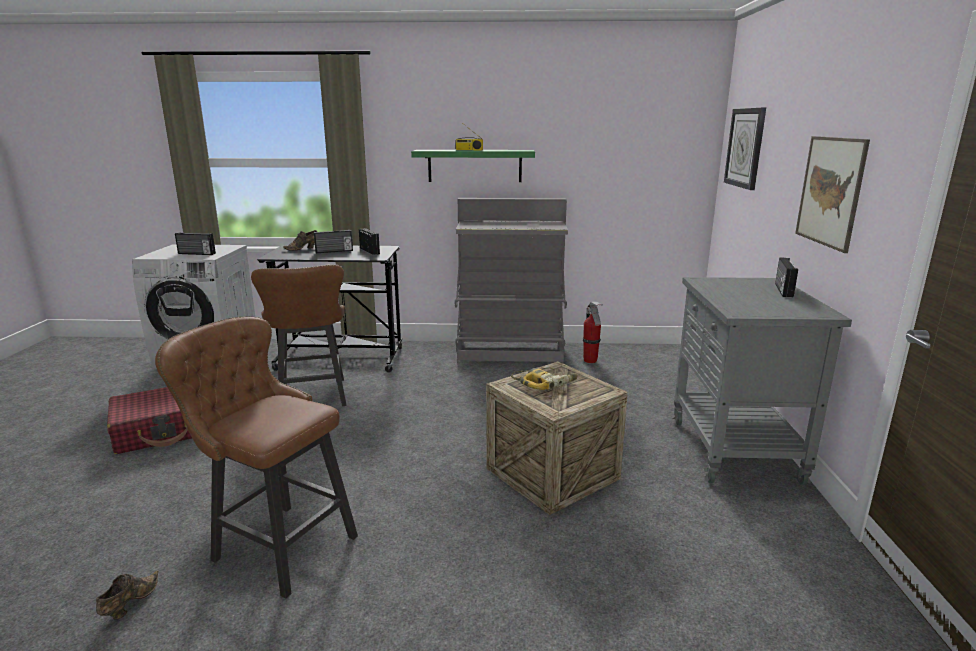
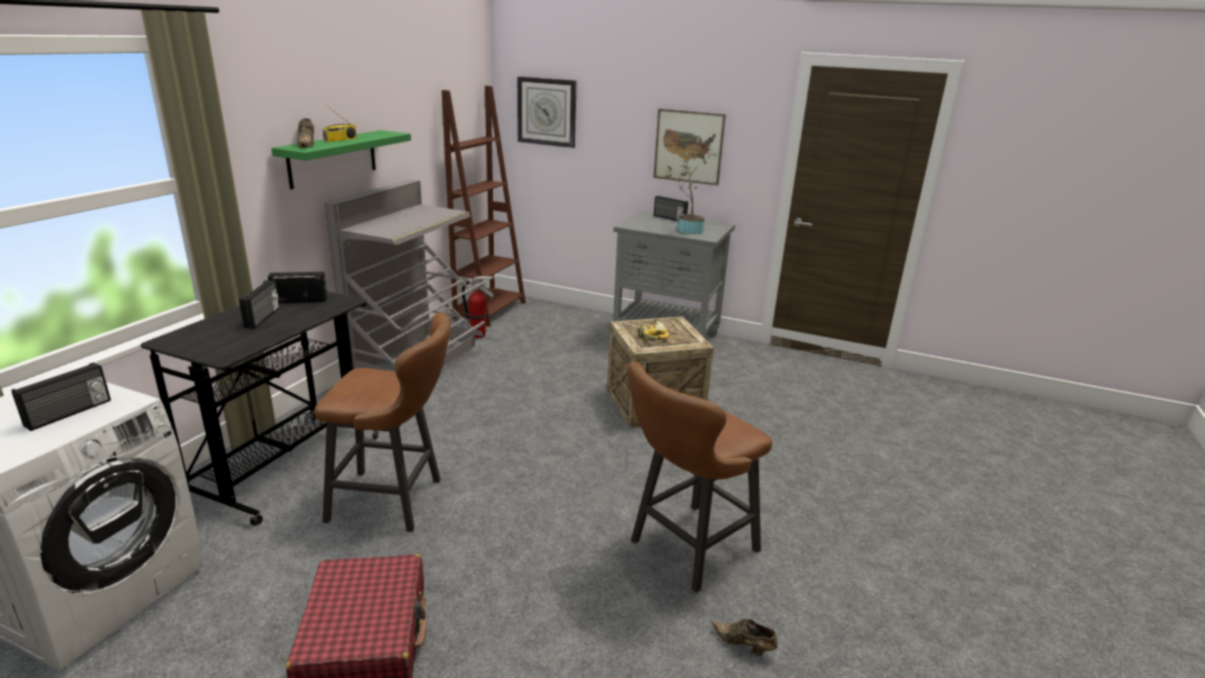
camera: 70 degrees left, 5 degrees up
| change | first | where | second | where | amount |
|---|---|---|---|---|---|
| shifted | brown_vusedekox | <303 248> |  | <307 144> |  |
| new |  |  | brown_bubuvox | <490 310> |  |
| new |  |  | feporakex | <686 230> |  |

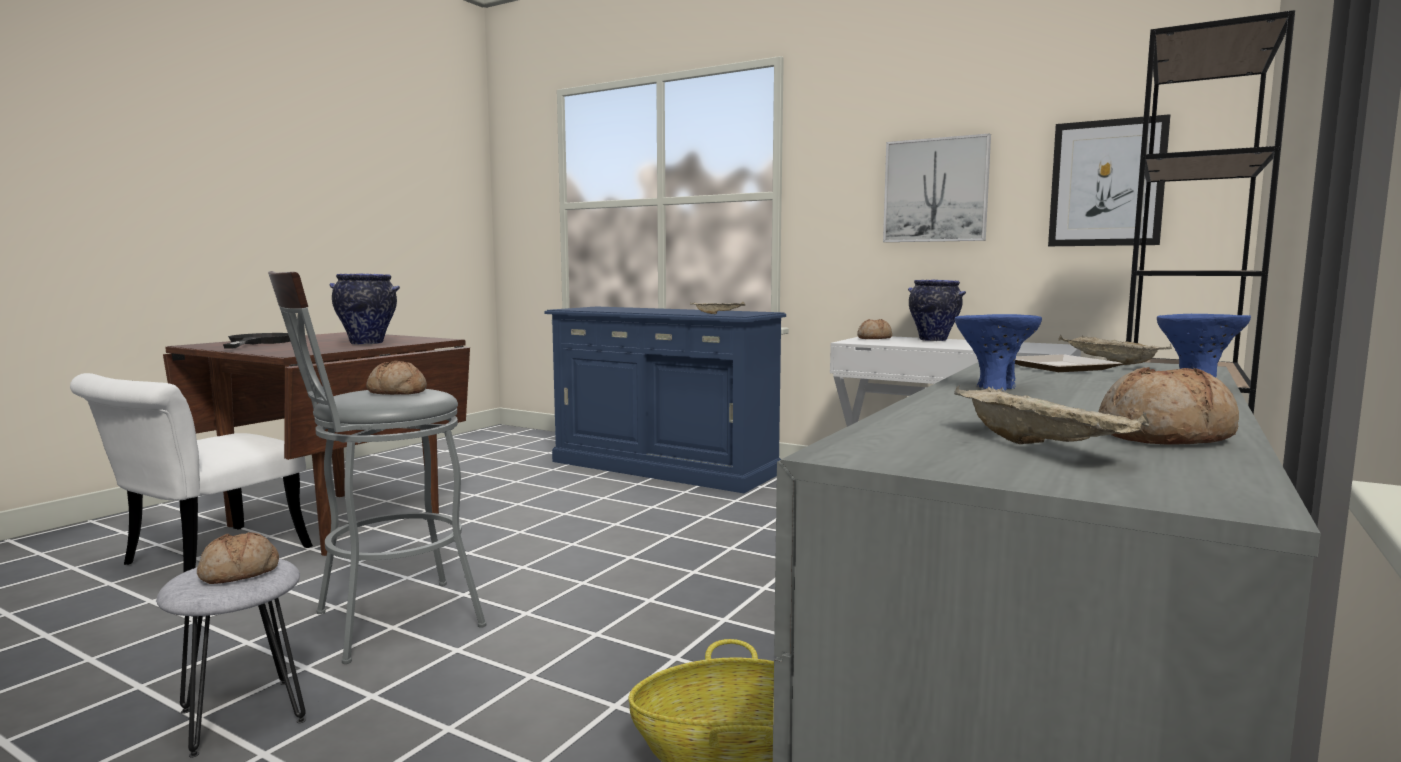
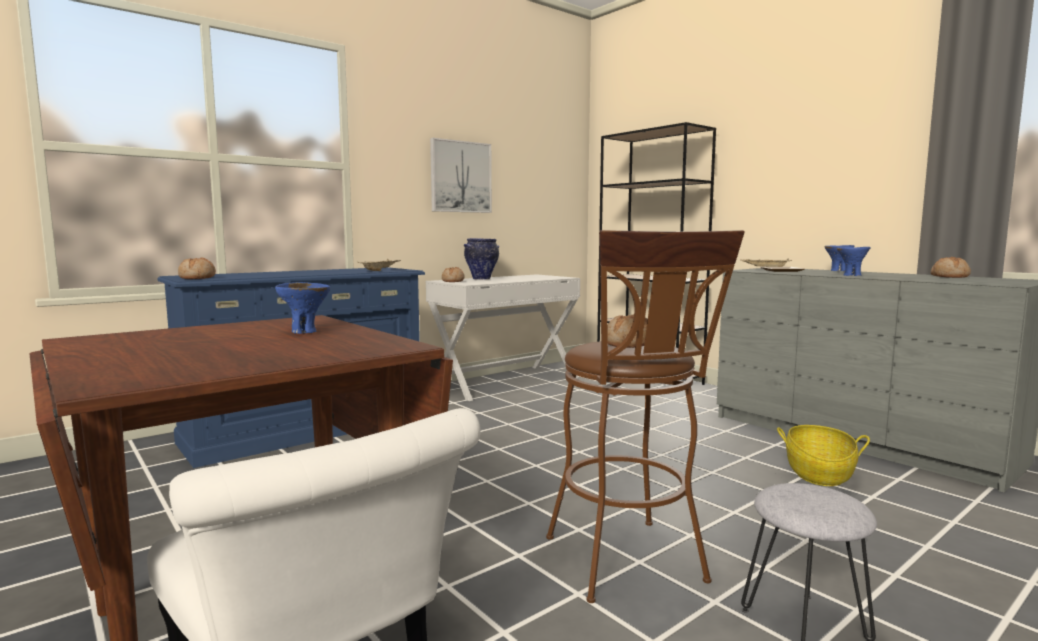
camera: 70 degrees left, 0 degrees up
| change | first | where | second | where | amount |
|---|---|---|---|---|---|
| gone | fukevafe | <1107 183> |  |  |  |
| repainted | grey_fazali | <383 623> | brown_fazali | <630 565> |  |
| swapped | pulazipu | <368 343> | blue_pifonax | <304 331> |  |
| gone | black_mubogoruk | <258 343> |  |  |  |
| gone | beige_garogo | <1042 446> |  |  |  |
| shifted | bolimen | <238 573> |  | <198 278> |  |

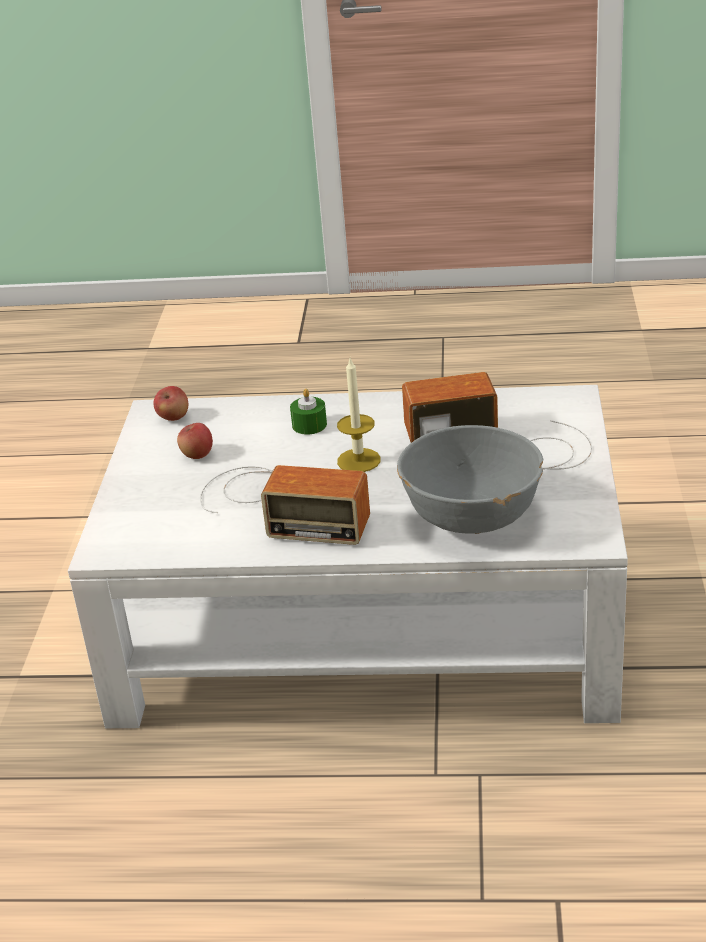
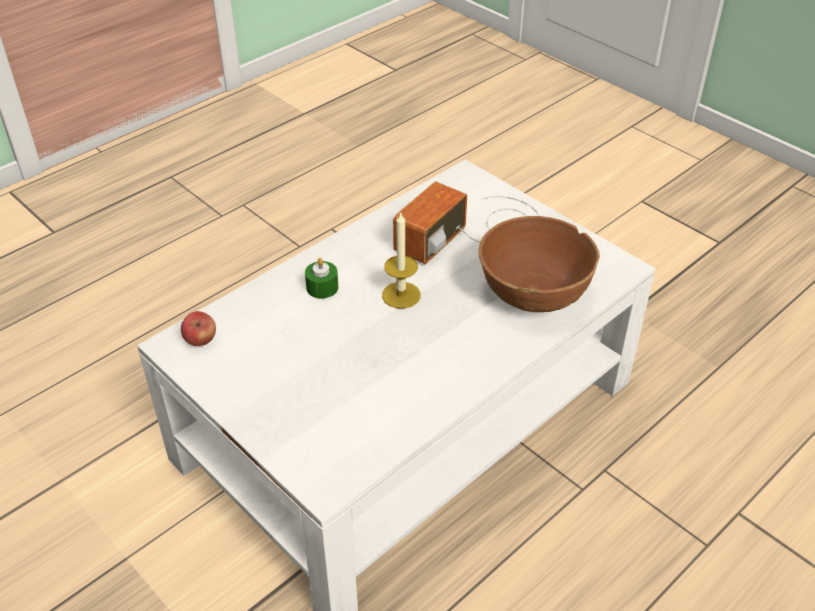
camera: 50 degrees left, 10 degrees up
| change | first | where | second | where | amount |
|---|---|---|---|---|---|
| gone | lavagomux | <197 455> |  |  |  |
| repainted | grey_pifonax | <472 515> | brown_pifonax | <534 292> |  |
| gone | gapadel | <280 505> |  |  |  |

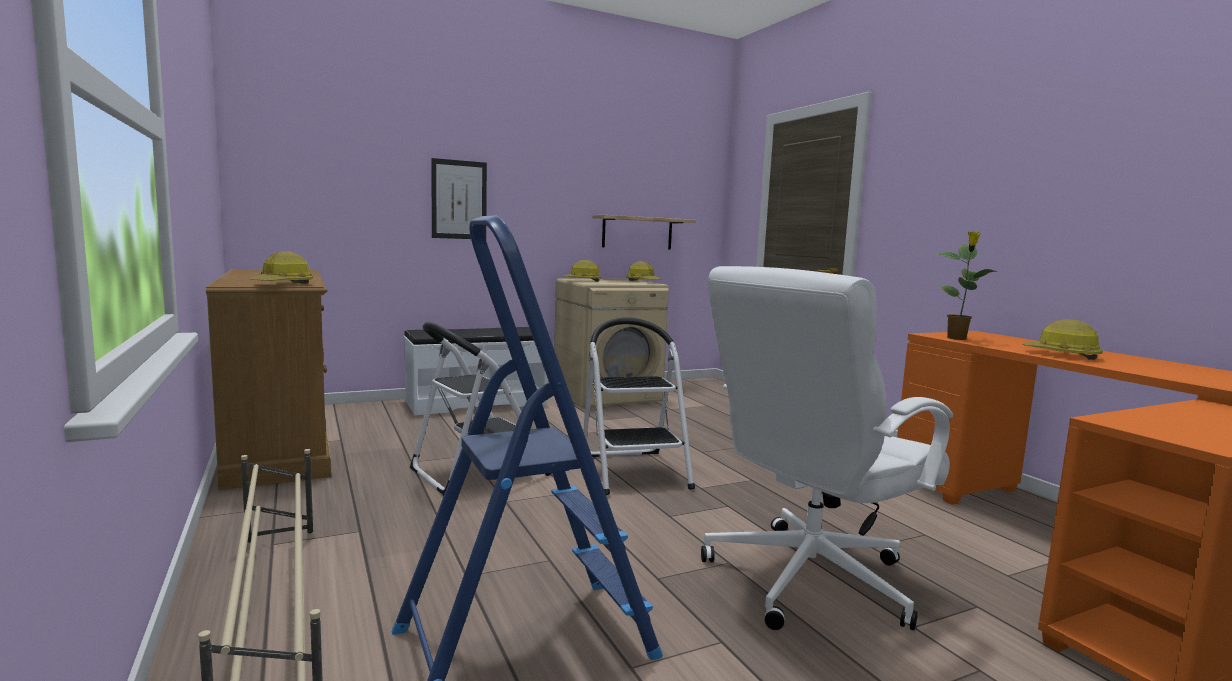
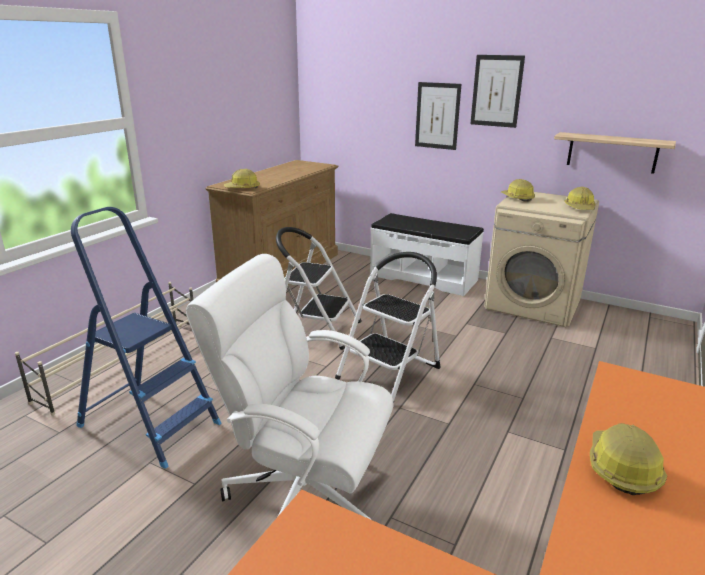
camera: 55 degrees right, 15 degrees up
| change | first | where | second | where | amount |
|---|---|---|---|---|---|
| gone | feporakex | <957 338> |  |  |  |
| new |  |  | fukevafe | <496 91> |  |

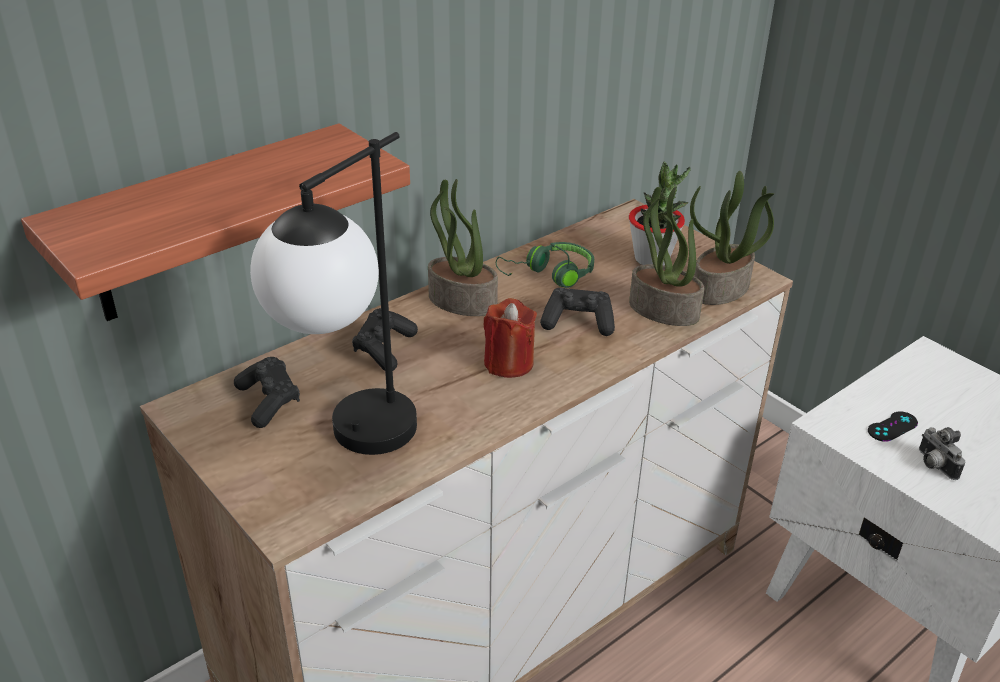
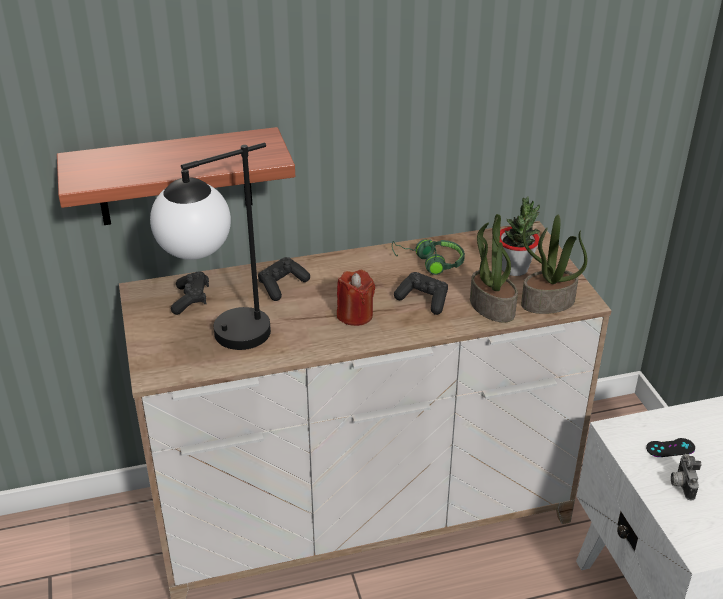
camera: 25 degrees right, 0 degrees up
| change | first | where | second | where | amount |
|---|---|---|---|---|---|
| gone | feporakex | <461 302> |  |  |  |

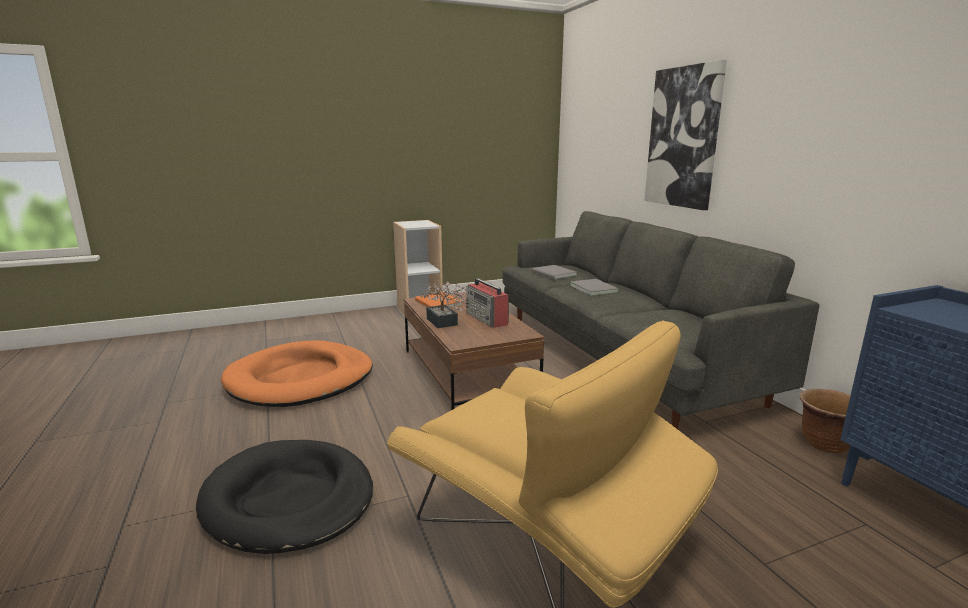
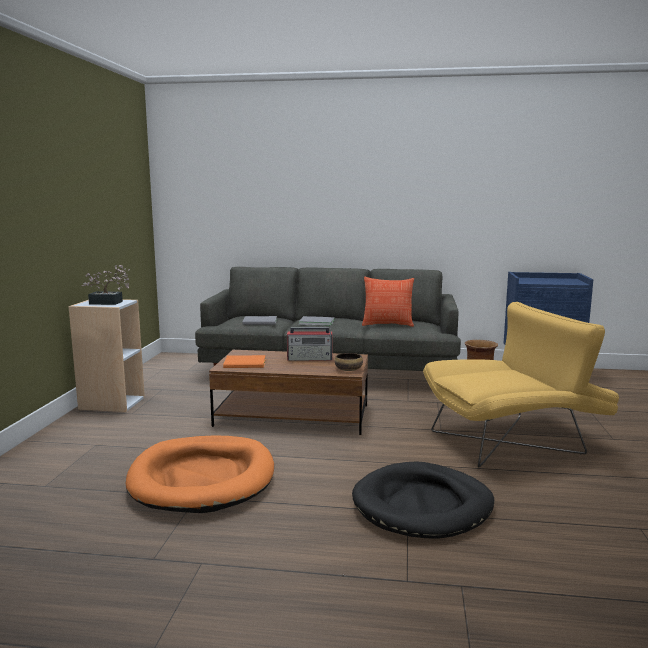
camera: 60 degrees left, 5 degrees down
| change | first | where | second | where | amount |
|---|---|---|---|---|---|
| gone | fukevafe | <683 138> |  |  |  |
| shifted | feporakex | <443 323> |  | <109 303> |  |
| new |  |  | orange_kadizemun | <387 325> |  |
| new |  |  | pifonax | <348 370> |  |

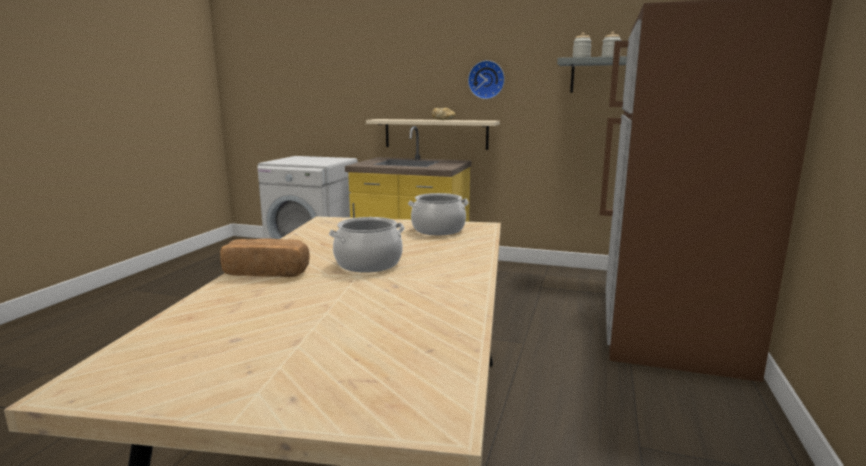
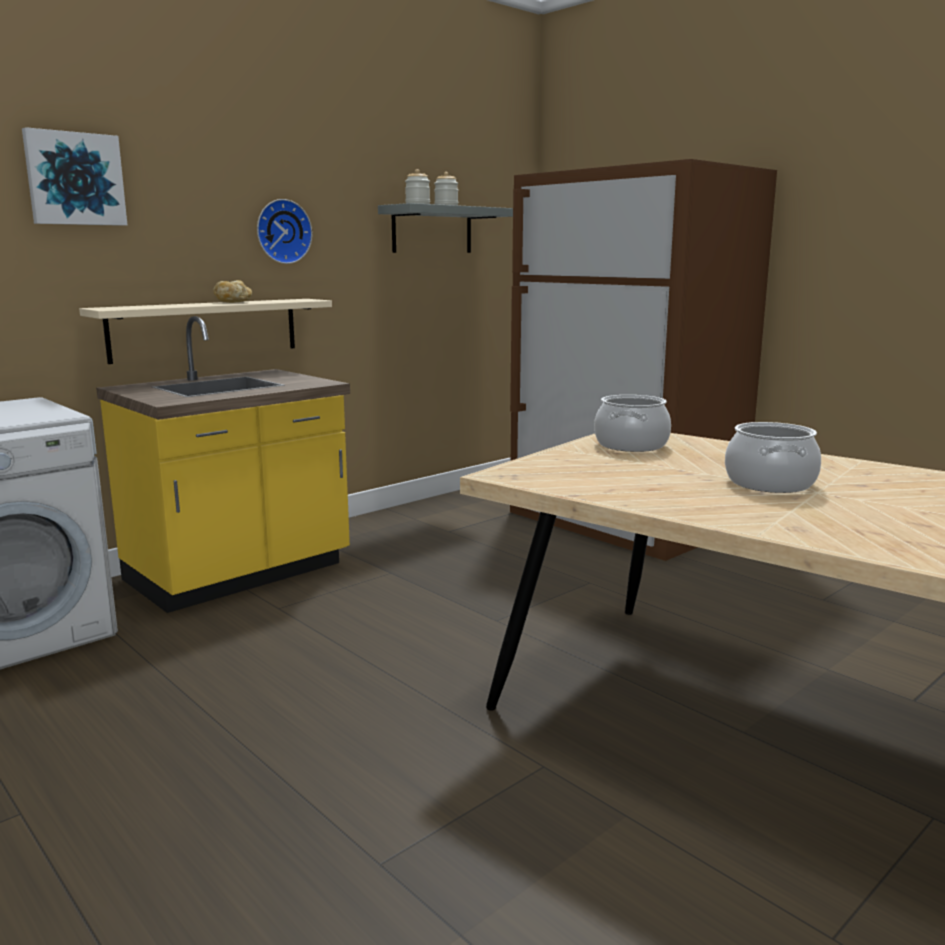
camera: 60 degrees left, 0 degrees up
| change | first | where | second | where | amount |
|---|---|---|---|---|---|
| gone | bolimen | <267 272> |  |  |  |
| new |  |  | fukevafe | <75 179> |  |

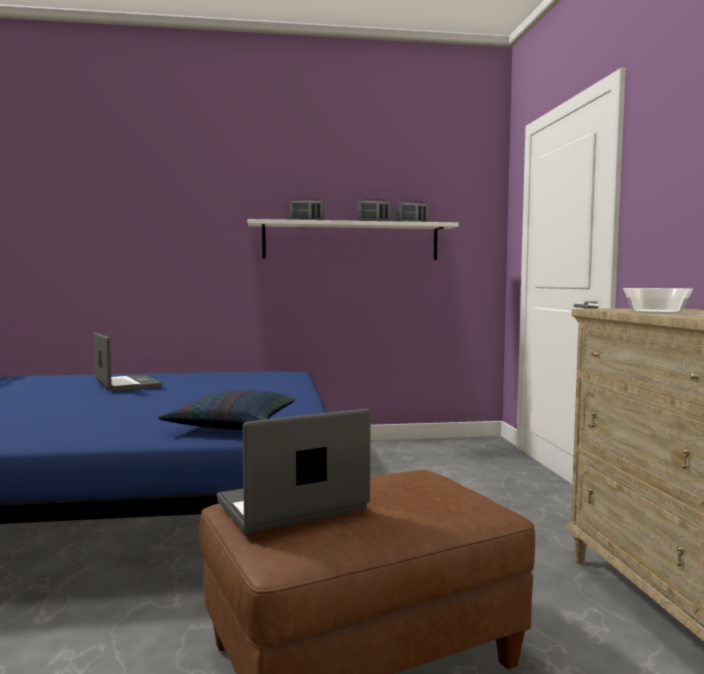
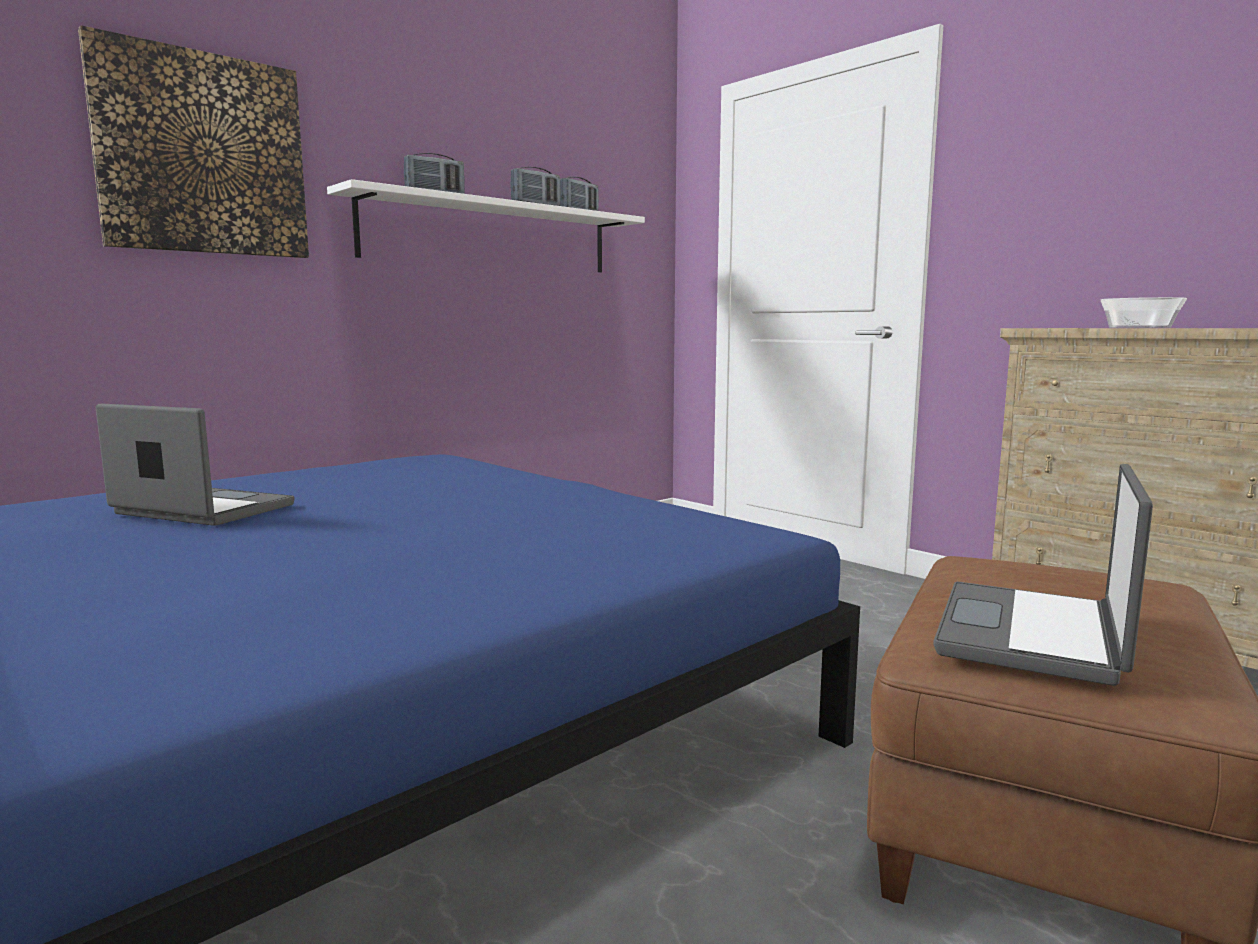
camera: 35 degrees left, 5 degrees up
| change | first | where | second | where | amount |
|---|---|---|---|---|---|
| gone | blue_kadizemun | <232 425> |  |  |  |
| new |  |  | fukevafe | <202 154> |  |

